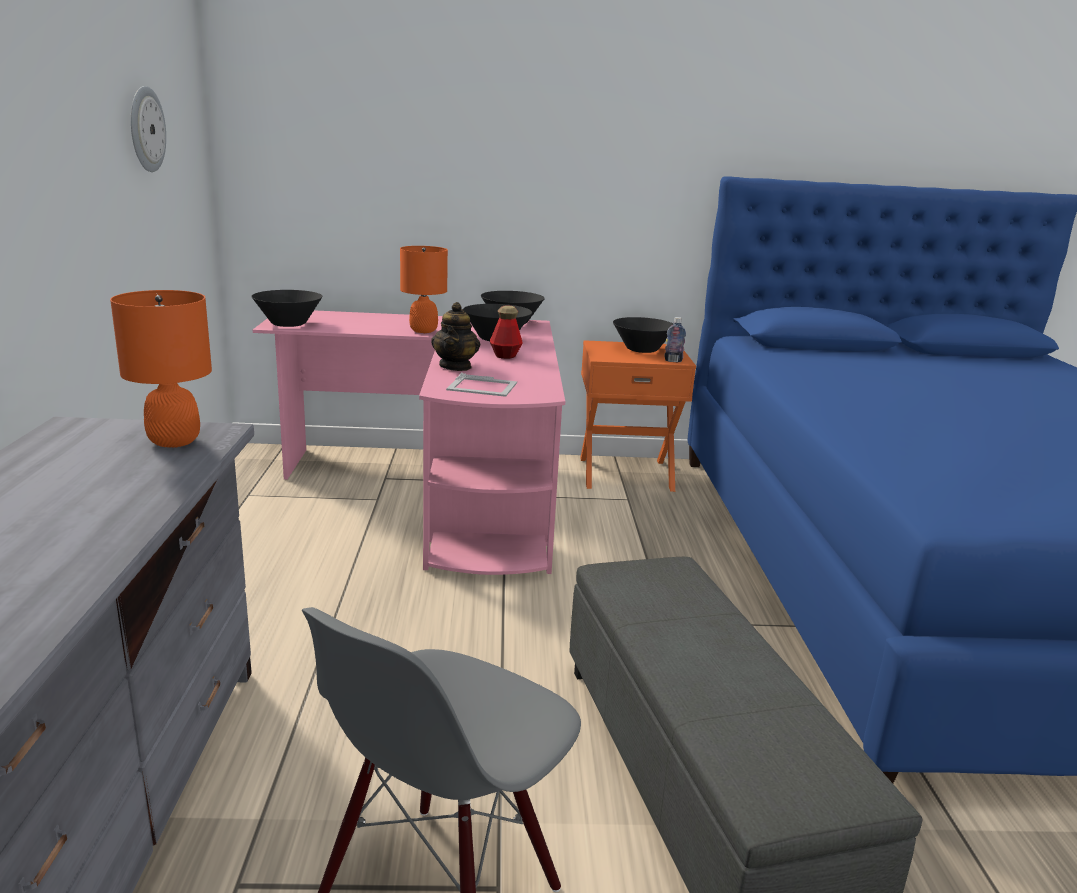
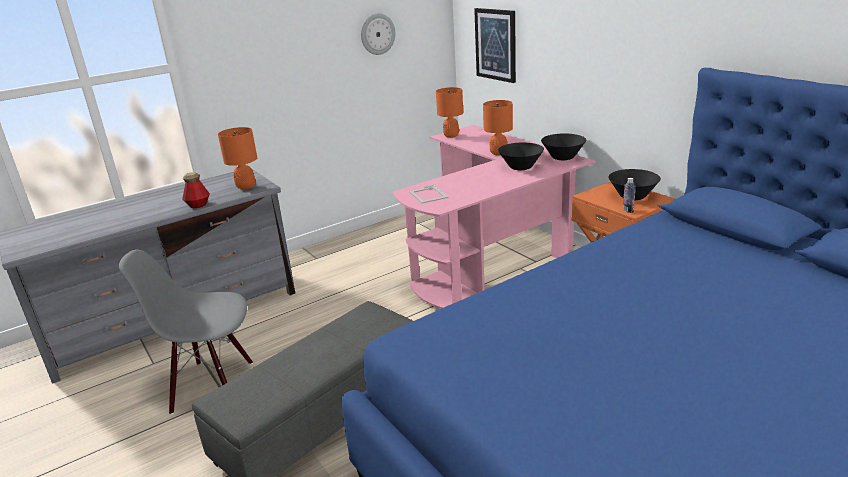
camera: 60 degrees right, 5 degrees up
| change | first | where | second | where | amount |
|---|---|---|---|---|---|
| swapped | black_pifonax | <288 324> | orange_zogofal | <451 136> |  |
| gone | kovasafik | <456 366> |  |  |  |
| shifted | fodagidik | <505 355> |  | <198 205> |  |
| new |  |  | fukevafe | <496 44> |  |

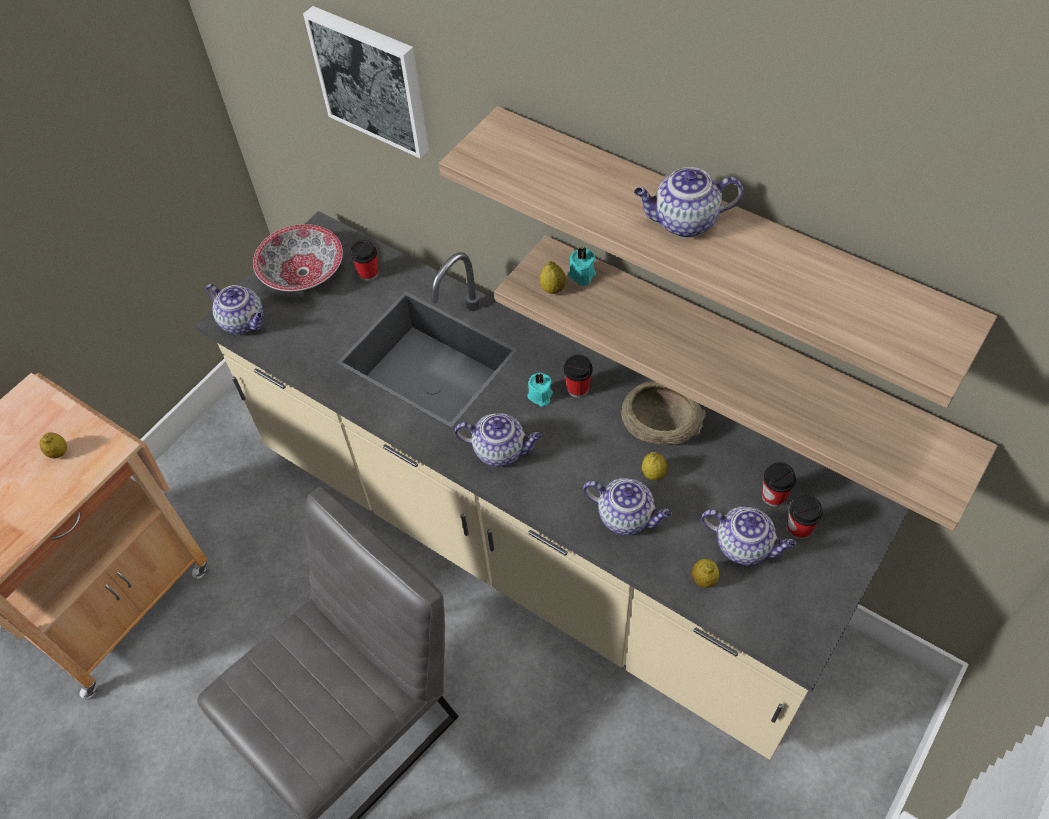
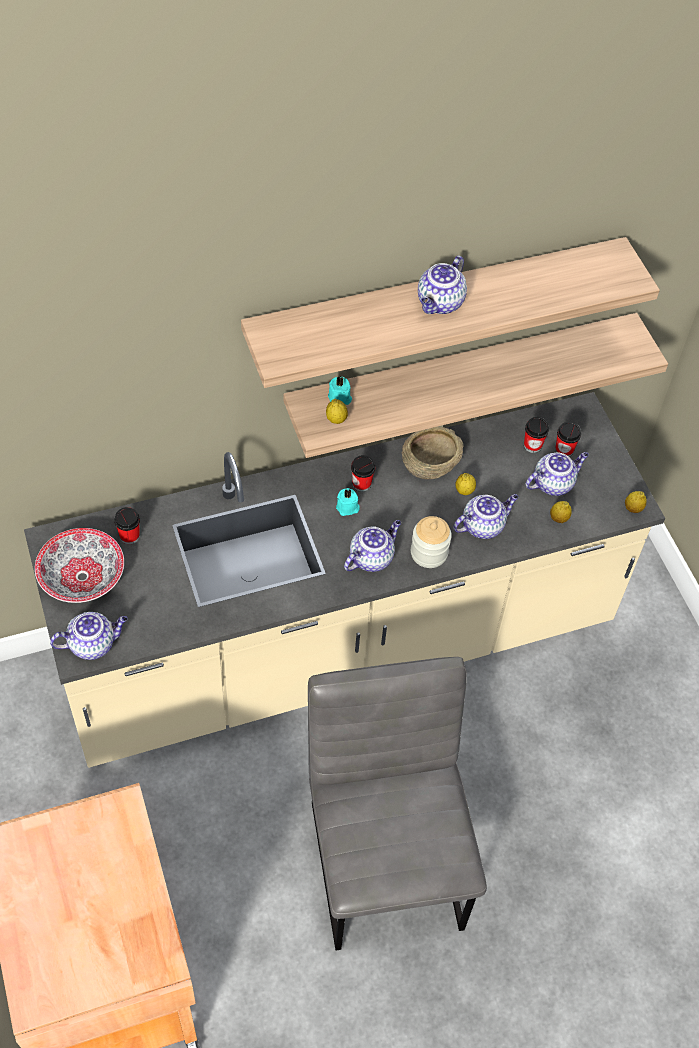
camera: 60 degrees left, 0 degrees up
| change | first | where | second | where | amount |
|---|---|---|---|---|---|
| gone | fukevafe | <372 80> |  |  |  |
| shifted | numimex | <59 452> |  | <633 509> |  |
| new |  |  | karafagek | <429 553> |  |

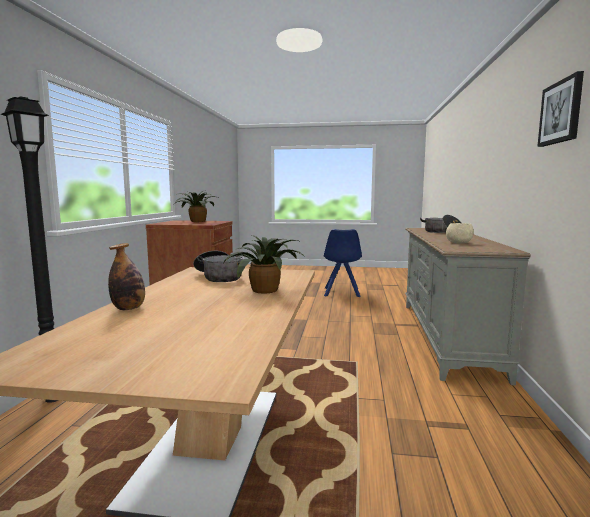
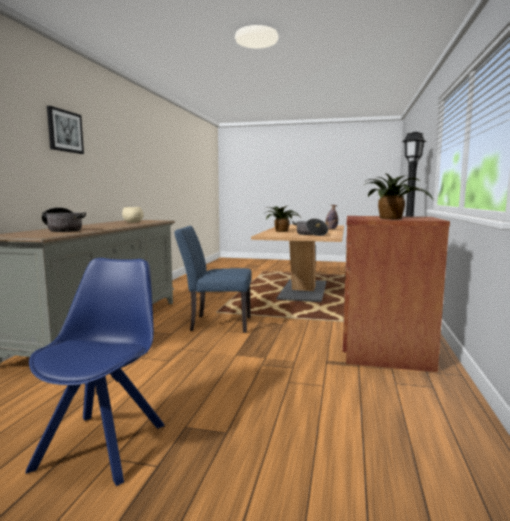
camera: 175 degrees left, 0 degrees up
| change | first | where | second | where | amount |
|---|---|---|---|---|---|
| shifted | fukevafe | <561 112> |  | <64 131> |  |
| new |  |  | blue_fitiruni | <216 323> |  |

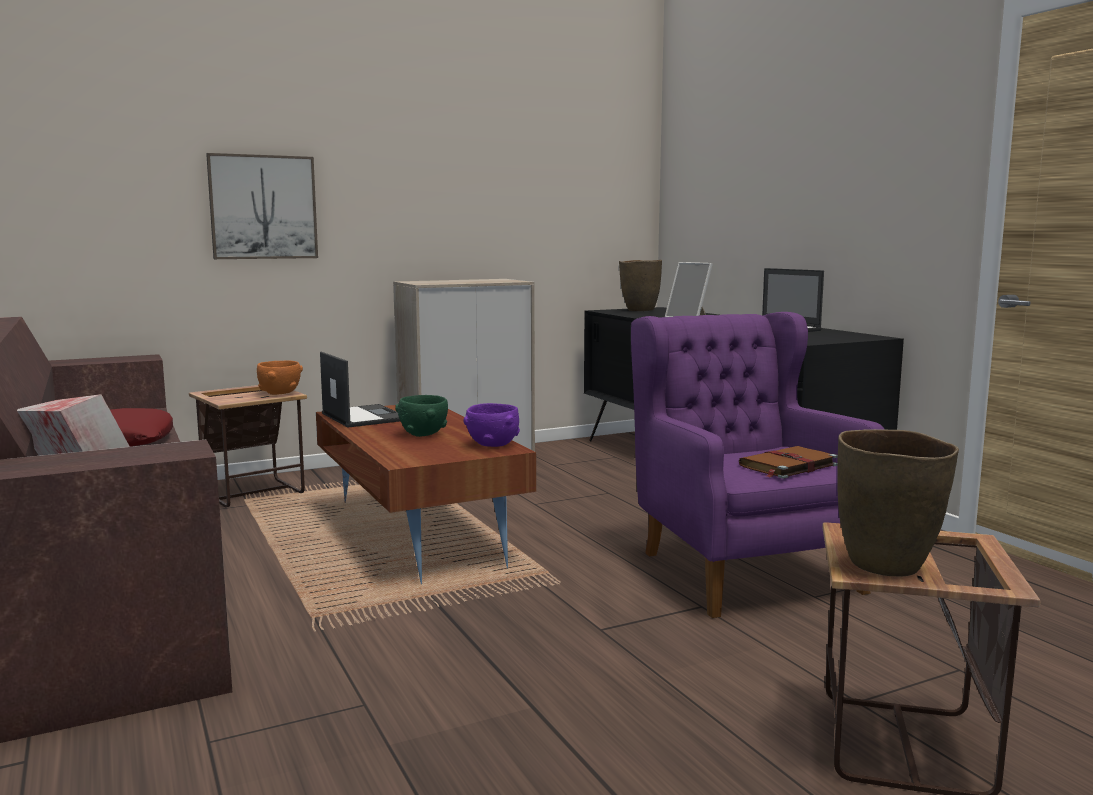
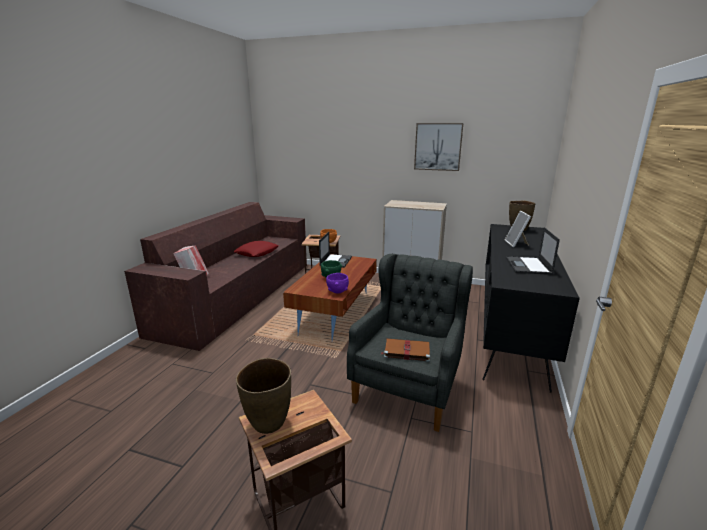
camera: 45 degrees right, 10 degrees up
| change | first | where | second | where | amount |
|---|---|---|---|---|---|
| shifted | fukevafe | <263 207> |  | <438 147> |  |
| repainted | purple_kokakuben | <743 571> | grey_kokakuben | <409 388> |  |

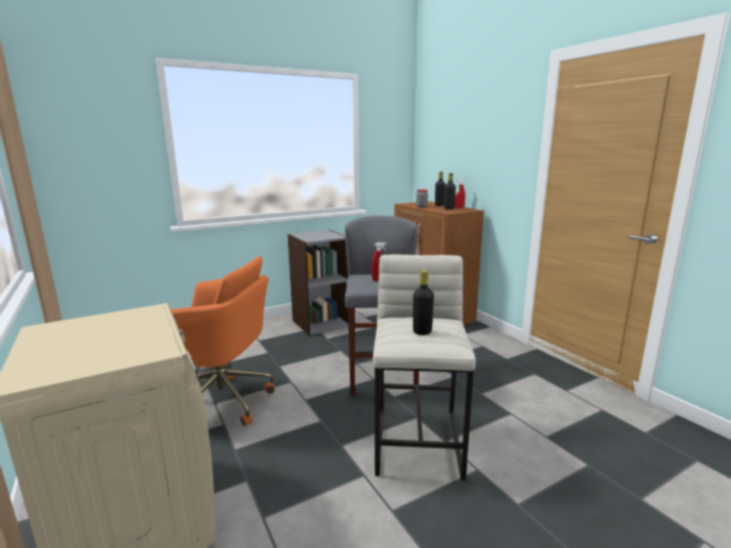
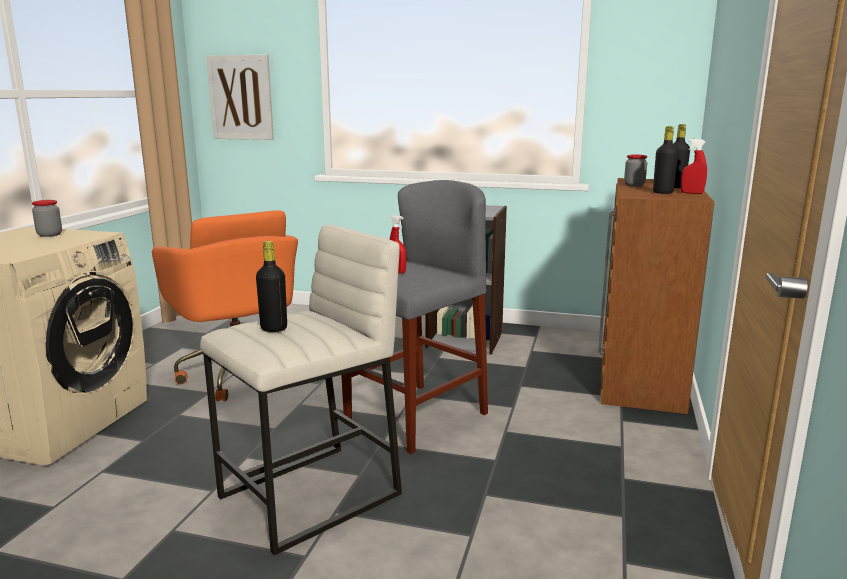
camera: 45 degrees right, 0 degrees up
| change | first | where | second | where | amount |
|---|---|---|---|---|---|
| new |  |  | fukevafe | <240 97> |  |
| new |  |  | karafagek | <49 235> |  |

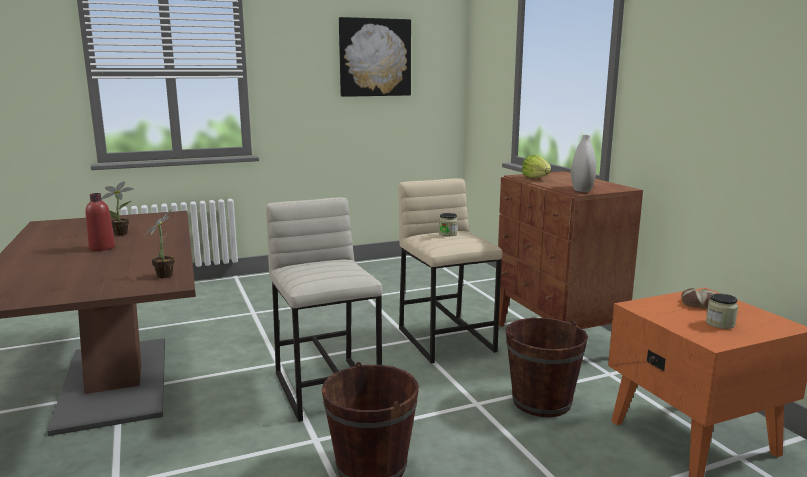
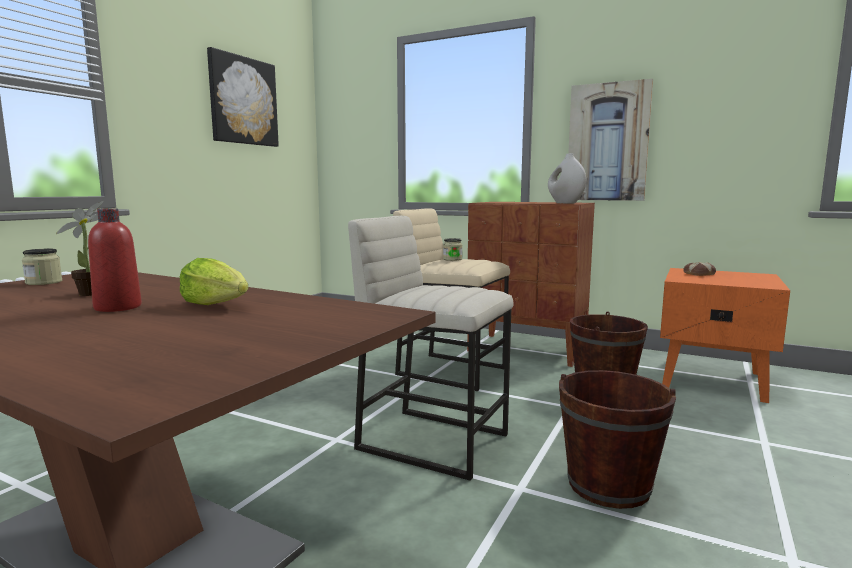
camera: 40 degrees left, 5 degrees down
| change | first | where | second | where | amount |
|---|---|---|---|---|---|
| shifted | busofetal | <537 178> |  | <217 304> |  |
| gone | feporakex | <166 275> |  |  |  |
| shifted | karafagek | <720 324> |  | <44 282> |  |
| new |  |  | fukevafe | <608 142> |  |

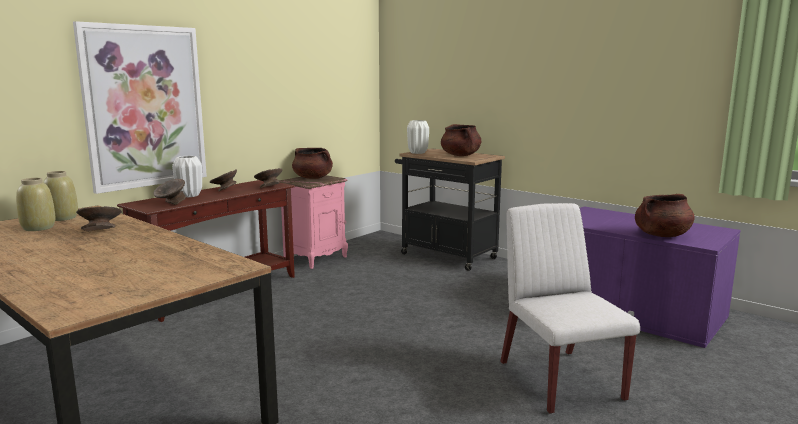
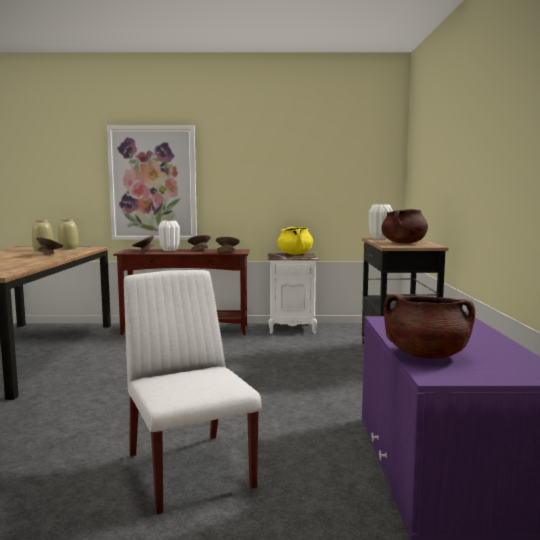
camera: 50 degrees right, 5 degrees down
| change | first | where | second | where | amount |
|---|---|---|---|---|---|
| repainted | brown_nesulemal | <313 178> | yellow_nesulemal | <295 254> |  |
| repainted | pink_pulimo | <316 258> | white_pulimo | <292 328> |  |
| rotated | white_fitiruni | <559 379> |  | <189 470> | 60 degrees counterclockwise |

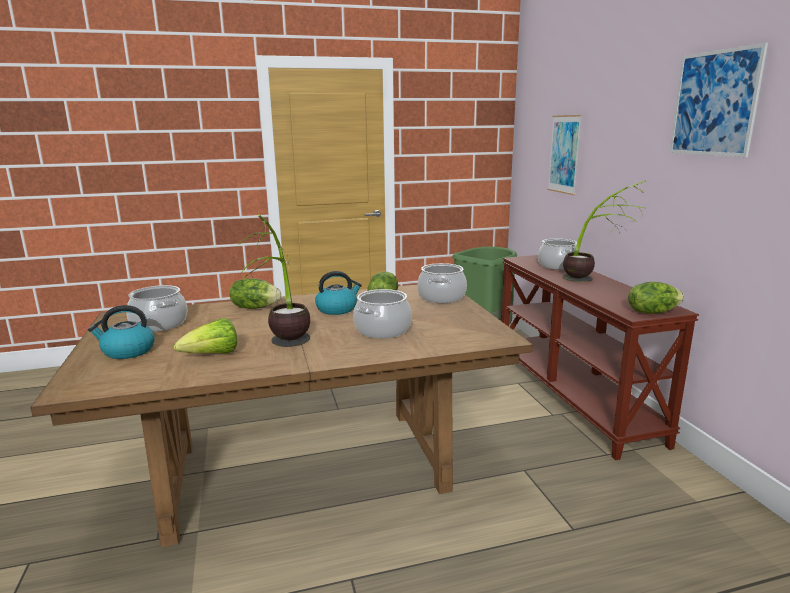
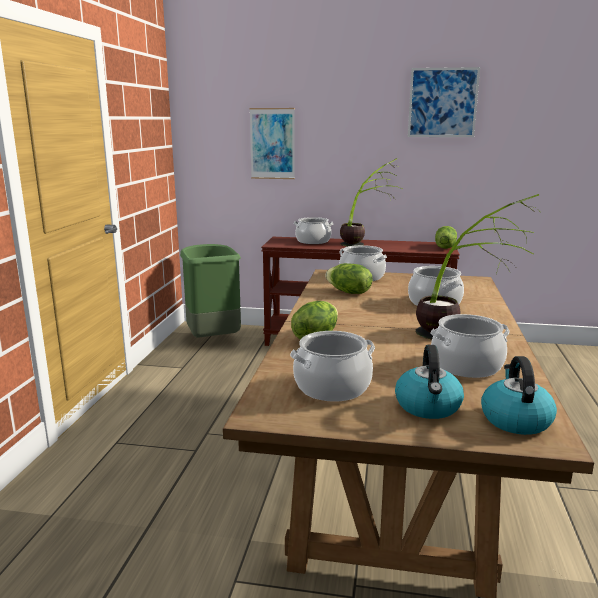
camera: 65 degrees left, 0 degrees up
| change | first | where | second | where | amount |
|---|---|---|---|---|---|
| shifted | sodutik | <337 309> |  | <515 419> |  |
| swapped | busofetal | <212 355> | nesulemal | <466 365> |  |

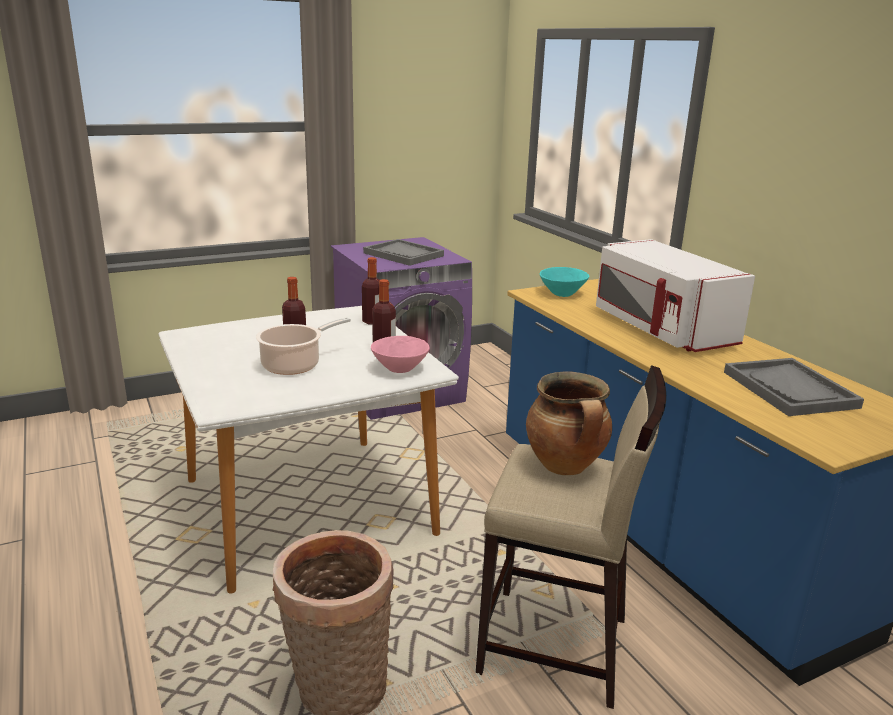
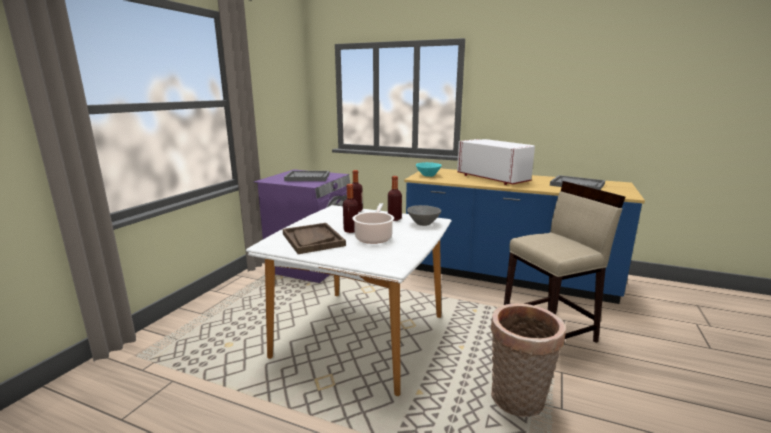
camera: 40 degrees left, 5 degrees down
| change | first | where | second | where | amount |
|---|---|---|---|---|---|
| rotated | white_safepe | <660 329> |  | <494 178> | 150 degrees counterclockwise |
| repainted | pink_pifonax | <400 368> | grey_pifonax | <423 223> |  |
| gone | nesulemal | <566 467> |  |  |  |
| new |  |  | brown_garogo | <313 239> |  |

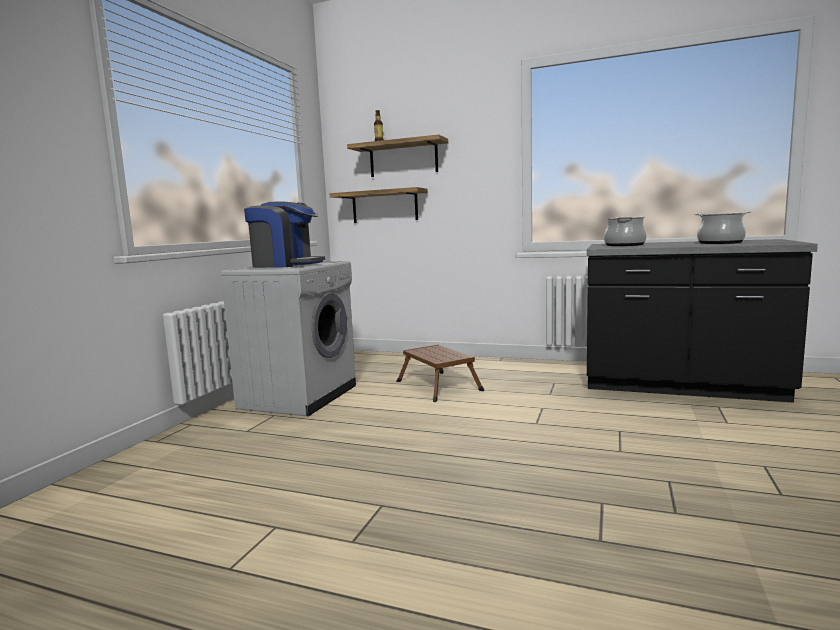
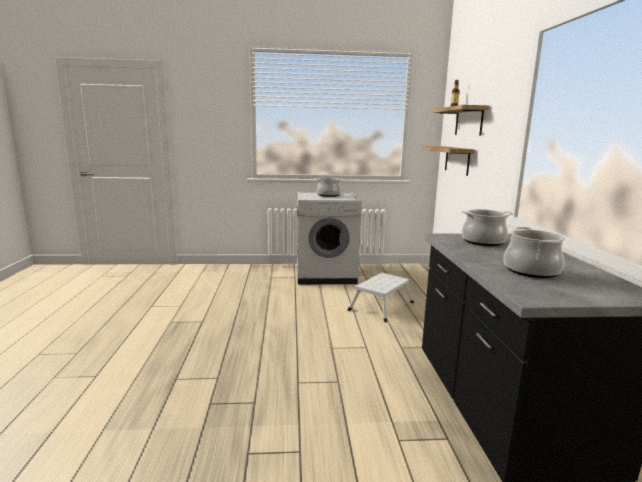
camera: 65 degrees right, 5 degrees up
| change | first | where | second | where | amount |
|---|---|---|---|---|---|
| swapped | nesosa | <286 265> | nesulemal | <328 195> |  |
| repainted | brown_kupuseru | <439 386> | white_kupuseru | <381 306> |  |

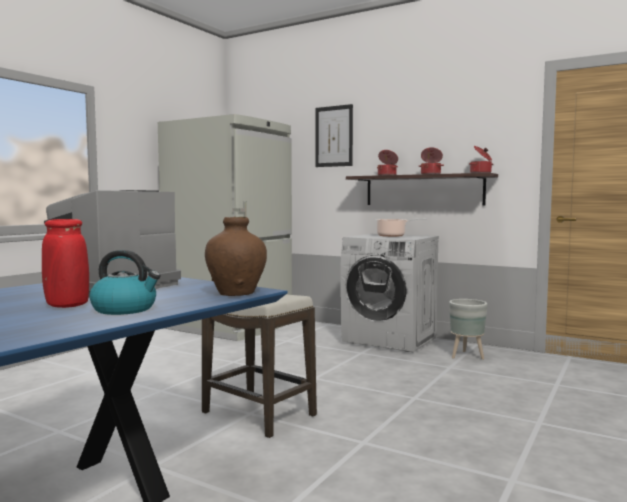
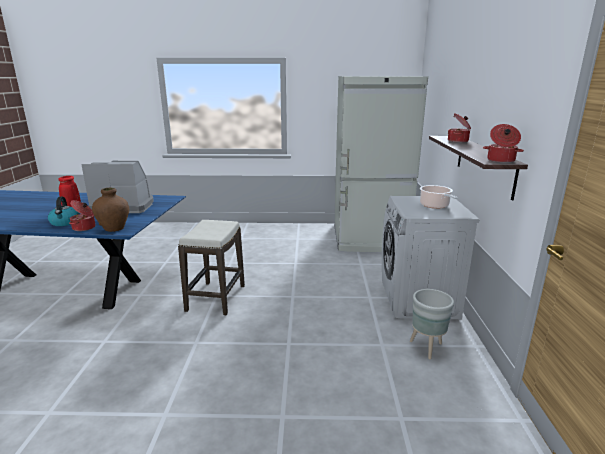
camera: 60 degrees right, 15 degrees up
| change | first | where | second | where | amount |
|---|---|---|---|---|---|
| gone | fukevafe | <334 136> |  |  |  |
| shifted | nesulemal | <431 174> |  | <84 228> |  |

